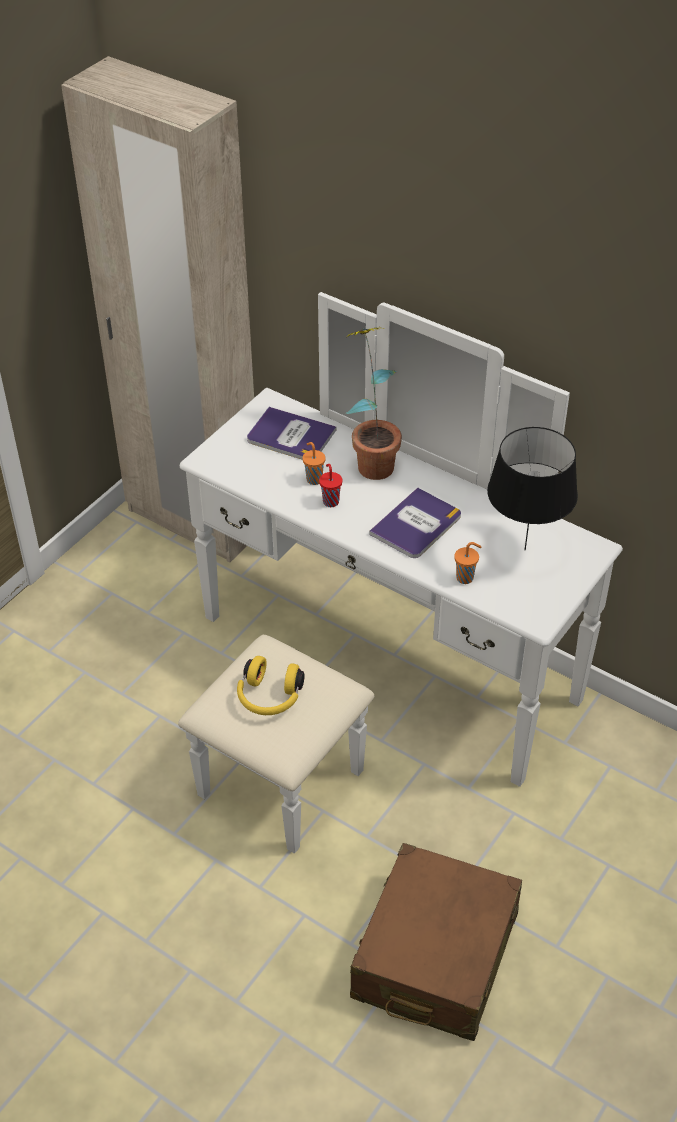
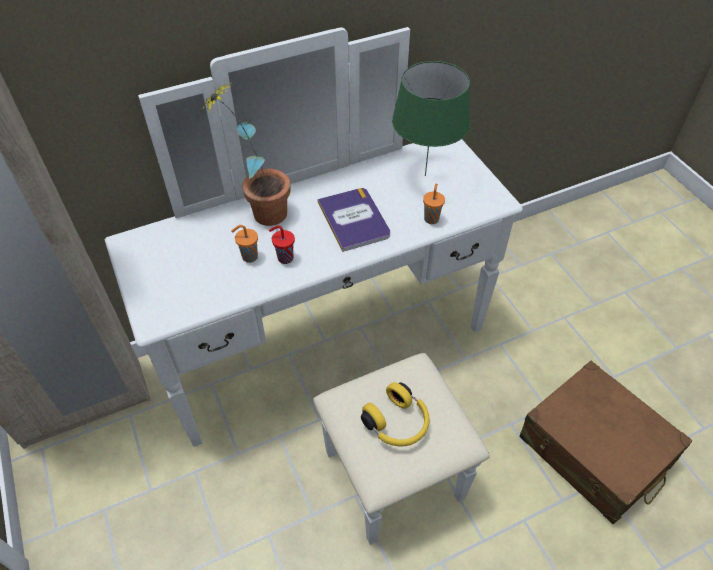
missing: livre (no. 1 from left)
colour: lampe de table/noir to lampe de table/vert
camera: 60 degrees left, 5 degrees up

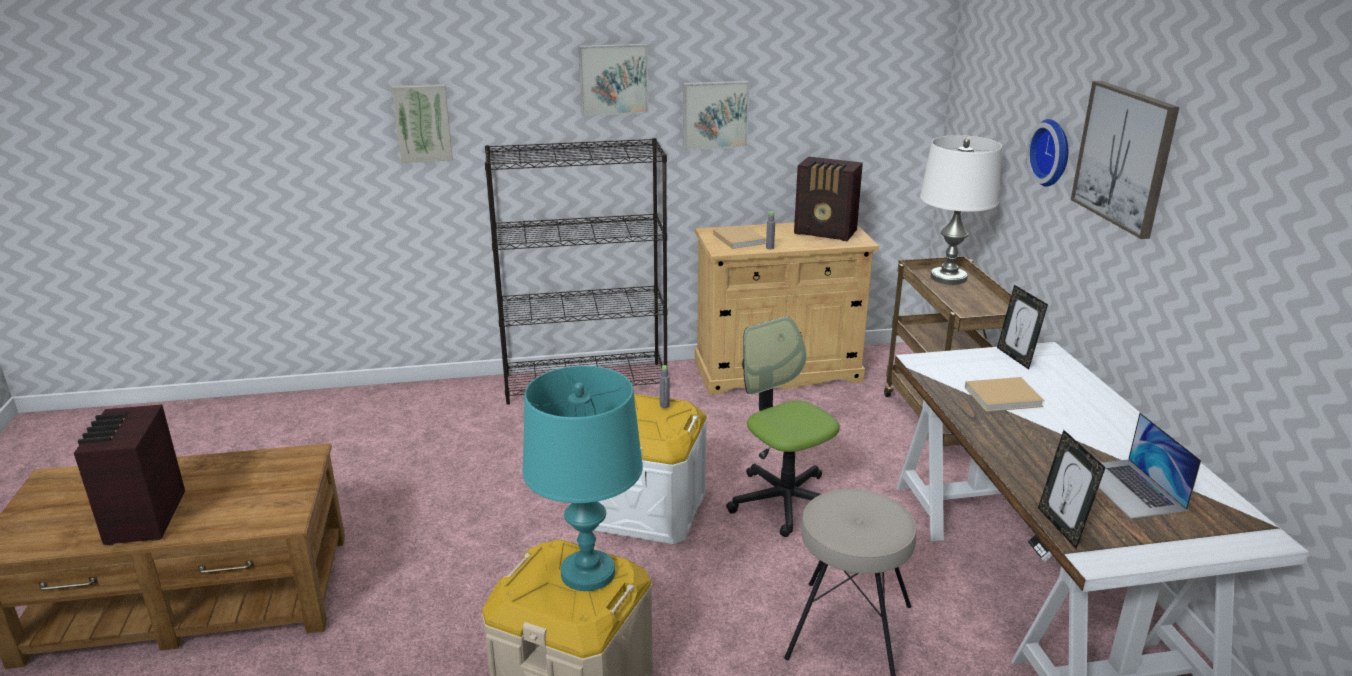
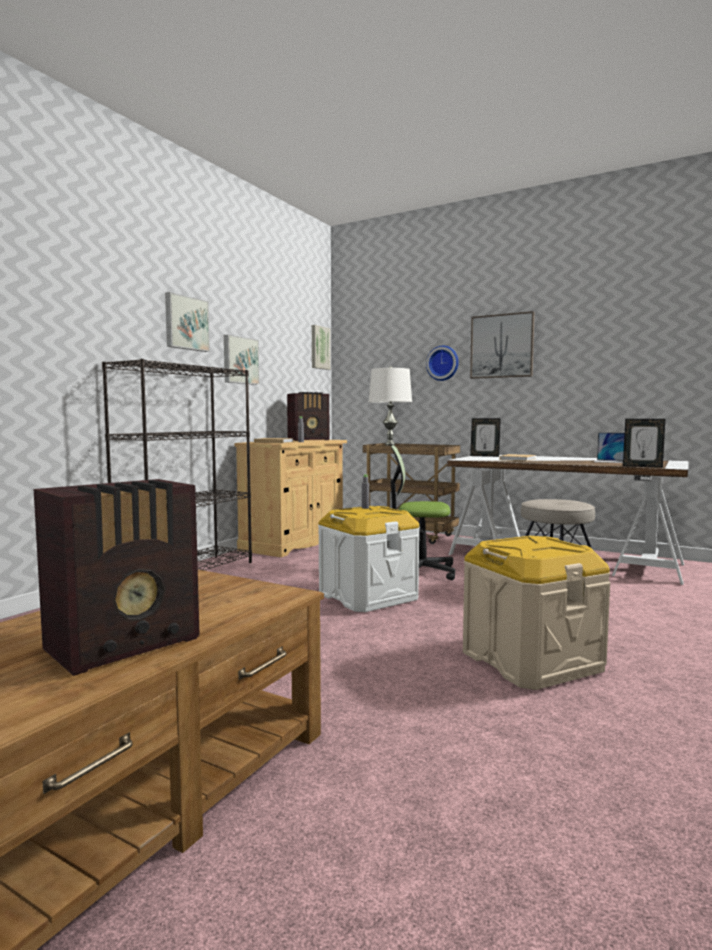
missing: lampe de table/turquoise
relocated: tableau (no. 1 from left in the first image) to tableau (no. 3 from left)
spun: radio (no. 1 from left) 75 degrees counterclockwise
camera: 50 degrees left, 20 degrees down

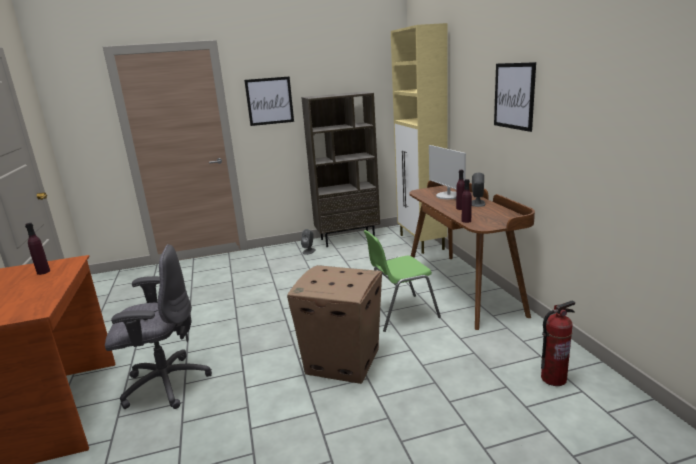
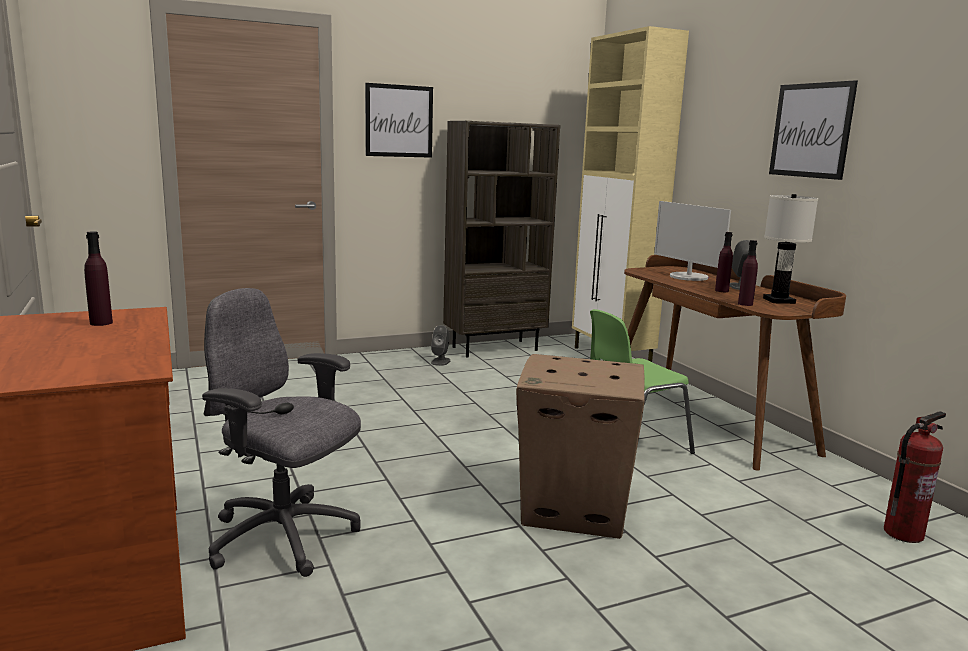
appeared: lampe de table/blanc
spun: chaise de bureau/gris 135 degrees counterclockwise
camera: 10 degrees left, 5 degrees down

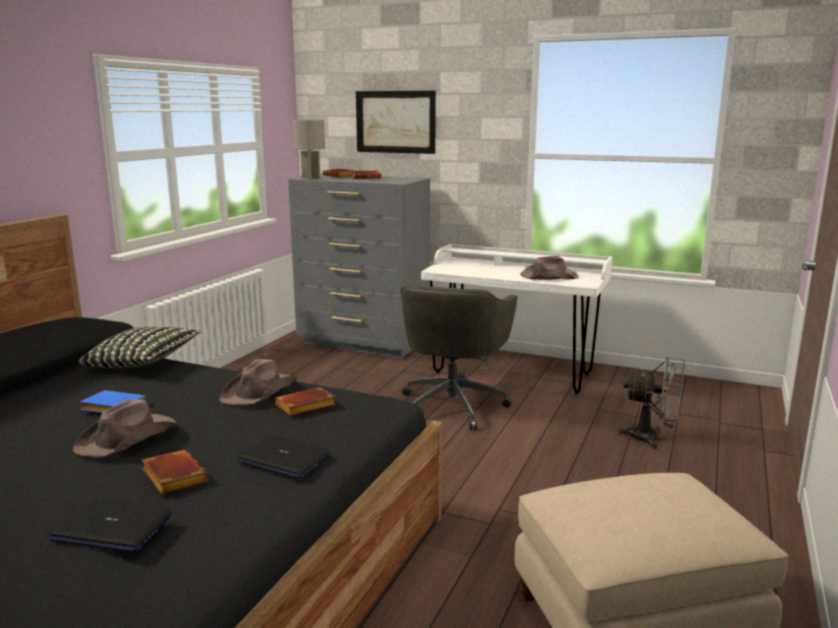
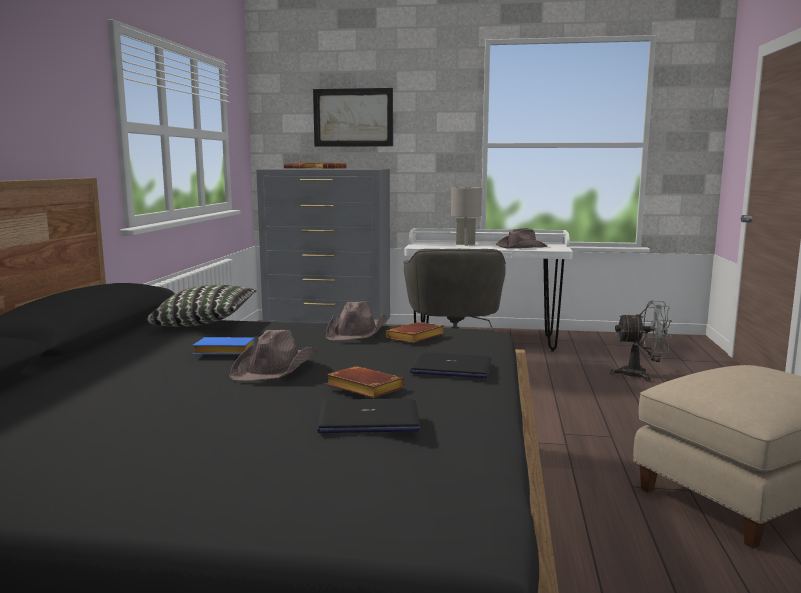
relocated: lampe de table/gris
camera: 15 degrees left, 5 degrees down

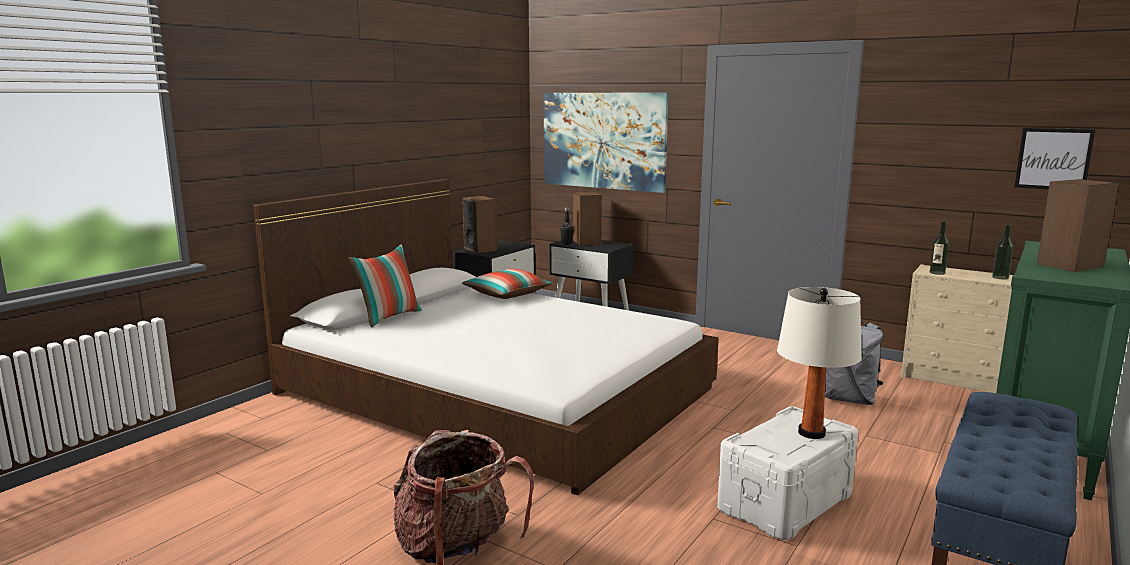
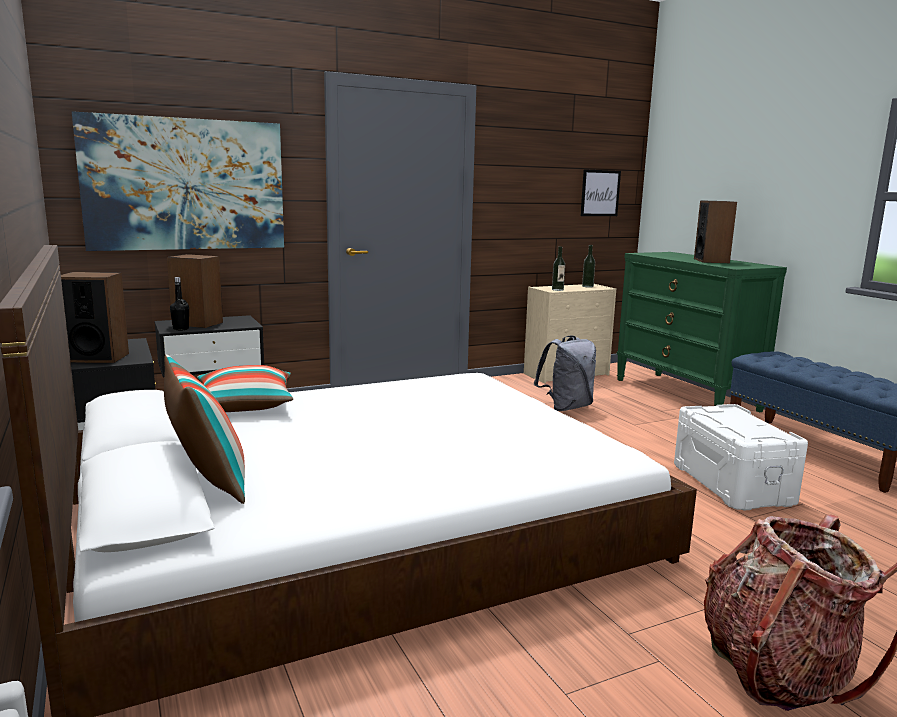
missing: lampe de table/blanc
camera: 60 degrees left, 0 degrees up

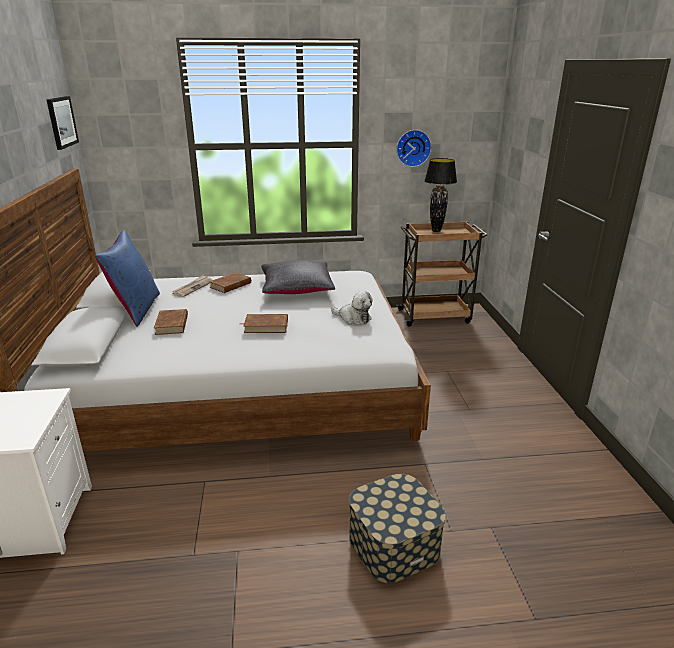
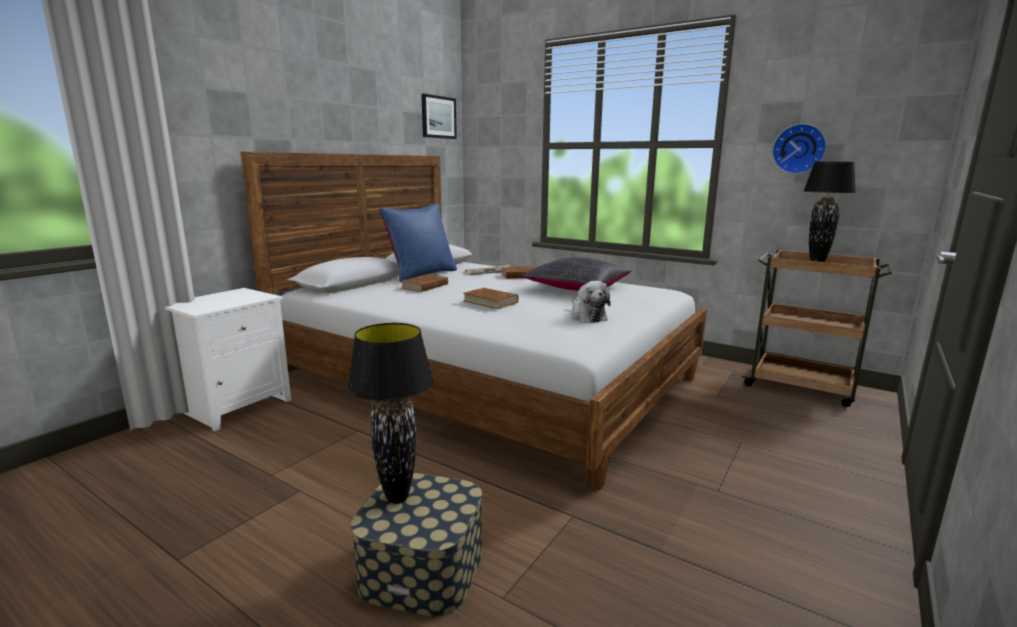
appeared: lampe de table/noir (no. 1 from left)
camera: 40 degrees right, 10 degrees down

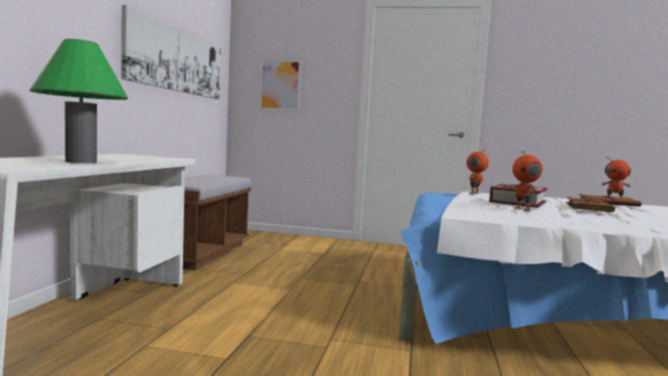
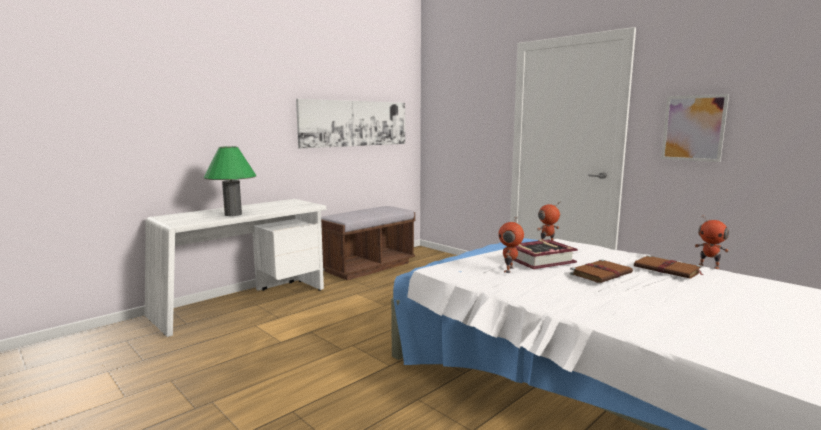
relocated: tableau (no. 2 from left)
camera: 35 degrees right, 5 degrees up

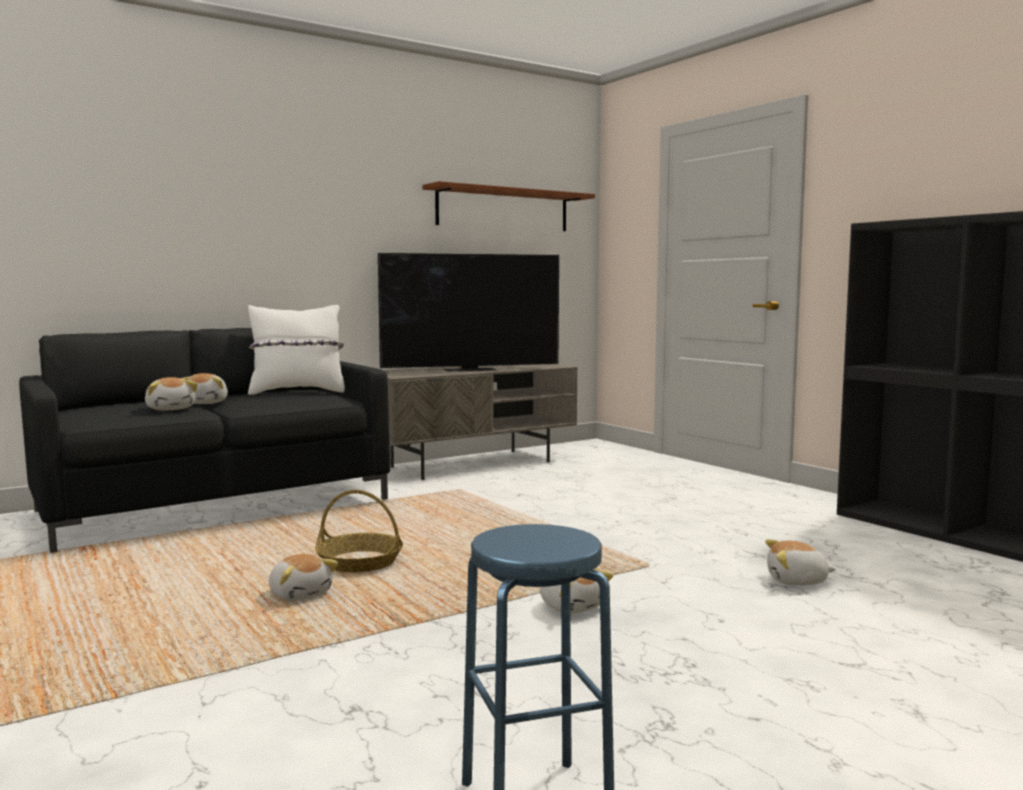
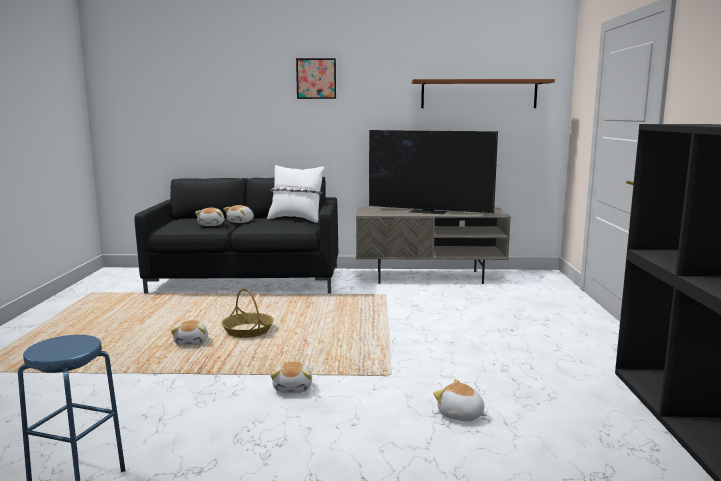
appeared: tableau
camera: 35 degrees right, 5 degrees up

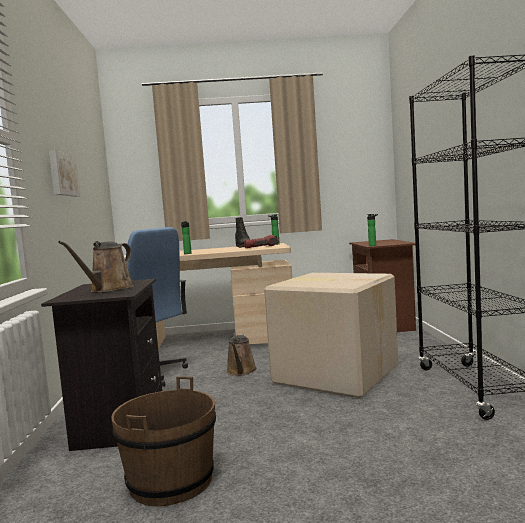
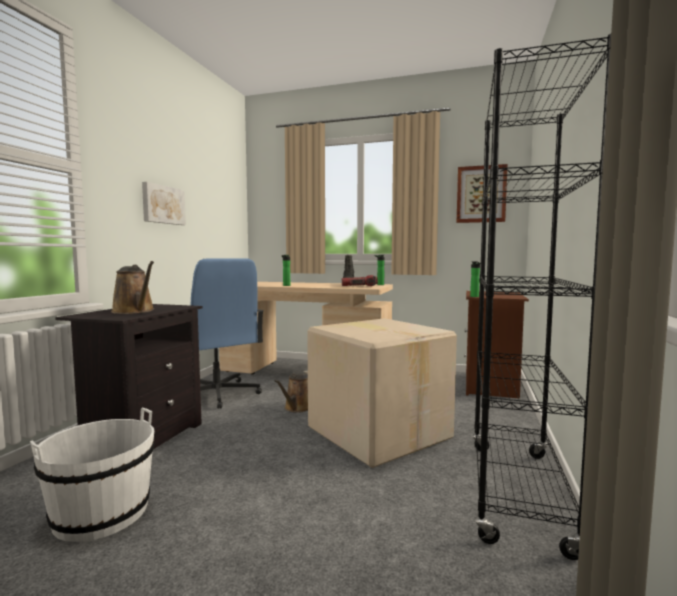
appeared: tableau (no. 2 from left)
colour: seau/marron to seau/blanc
spun: arrosoir/marron (no. 1 from left) 90 degrees counterclockwise
camera: 20 degrees right, 0 degrees up

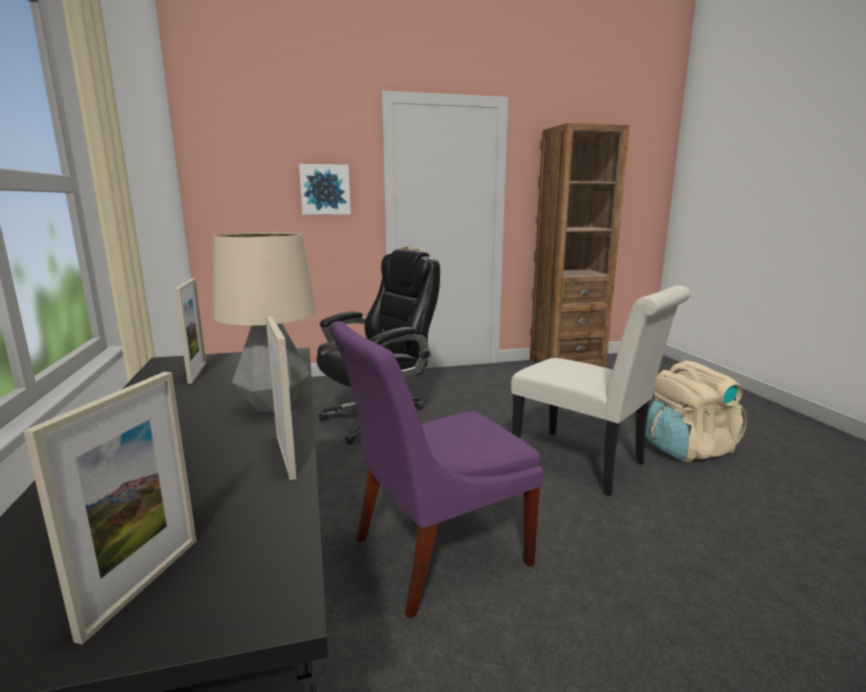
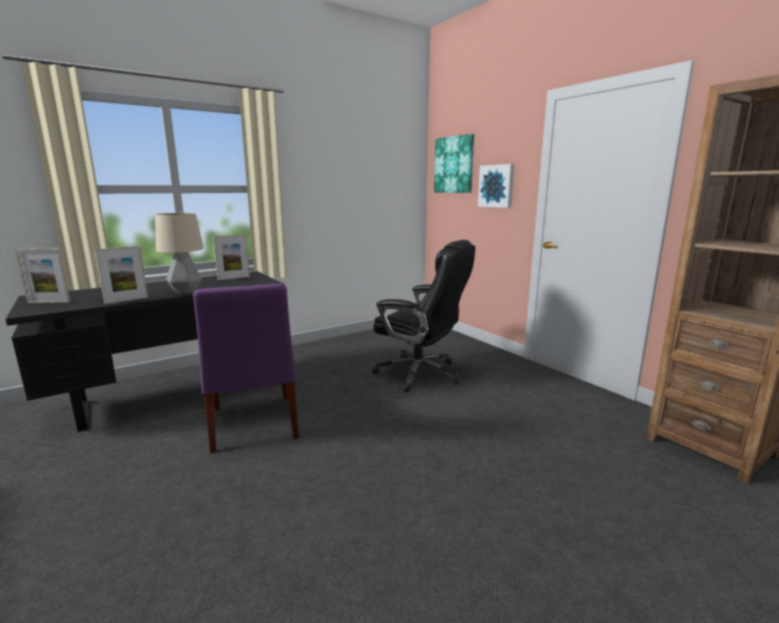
missing: chaise/blanc; sac à dos/beige
appeared: tableau (no. 1 from left)
spun: chaise/violet 150 degrees counterclockwise
camera: 70 degrees right, 0 degrees up

